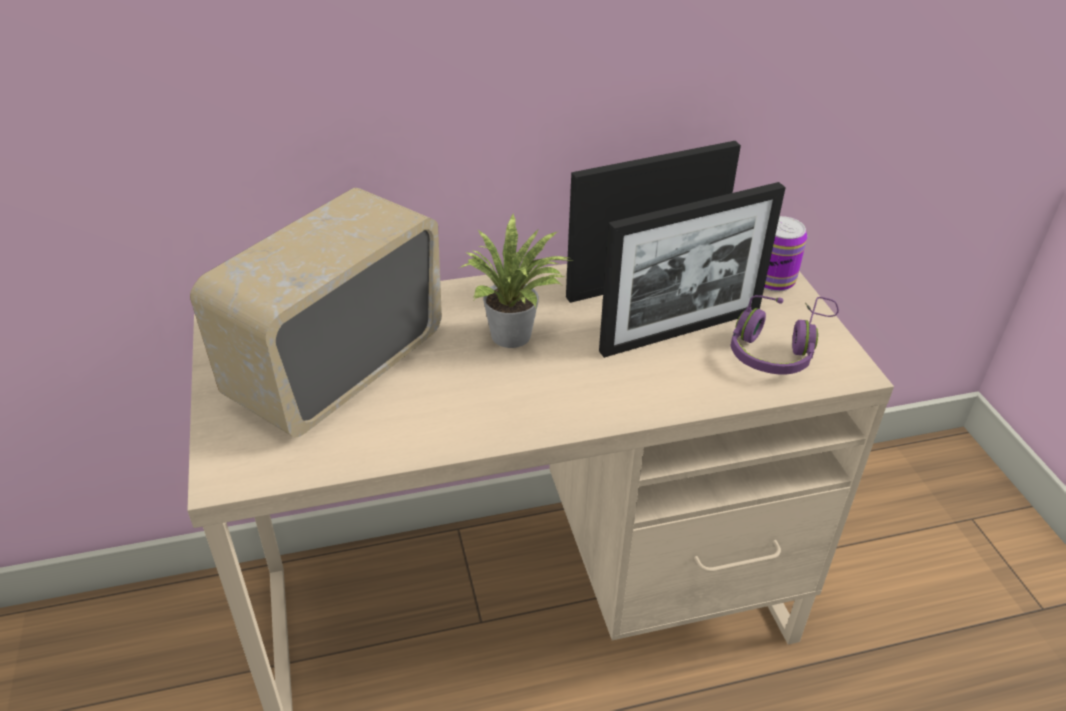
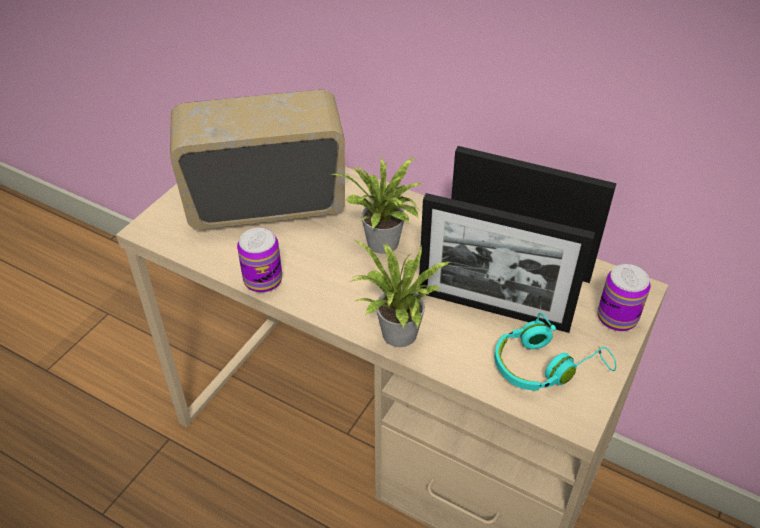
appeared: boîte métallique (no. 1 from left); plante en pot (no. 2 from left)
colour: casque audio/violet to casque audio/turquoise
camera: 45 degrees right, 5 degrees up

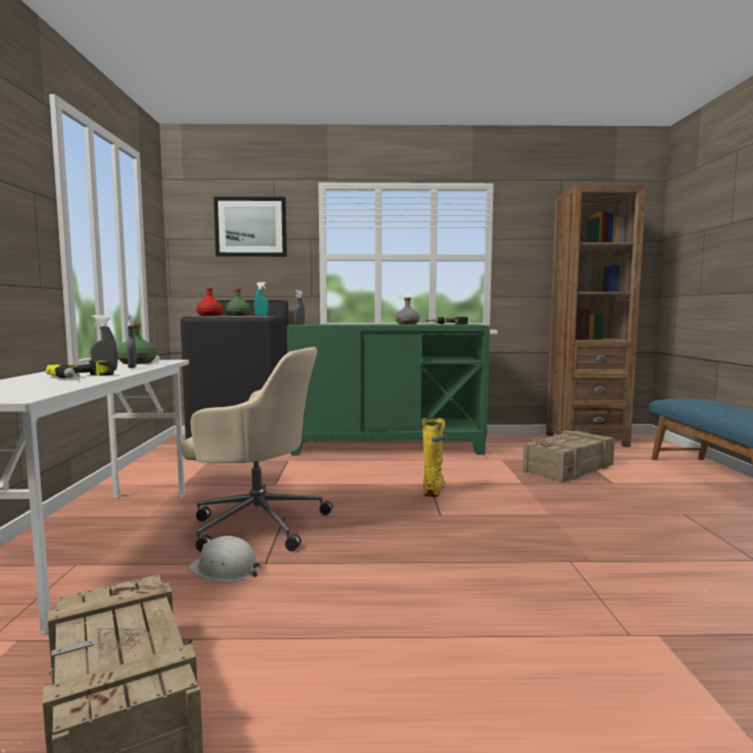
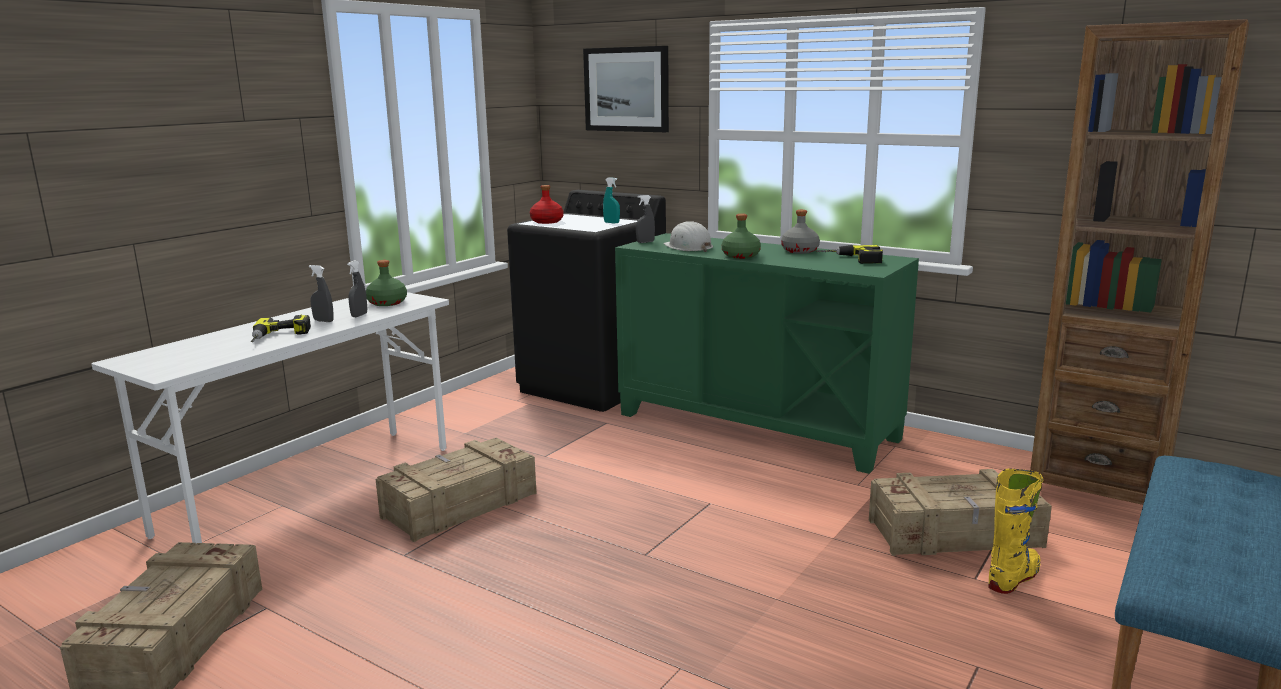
relocated: casque de chantier/blanc; bouteille/vert (no. 2 from left); botte/jaune
exchanged: chaise de bureau/beige to caisse (no. 2 from left)
camera: 35 degrees right, 10 degrees up

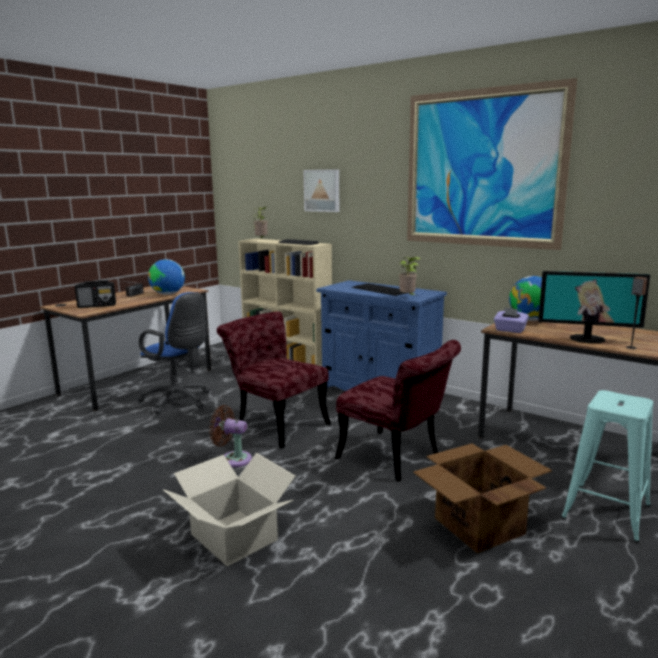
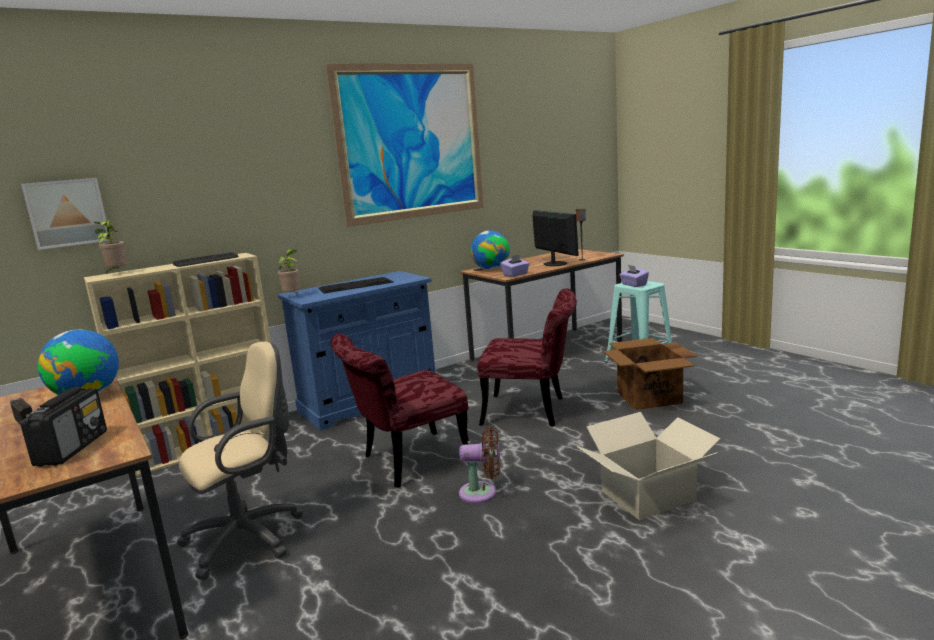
appeared: boîte à mouchoirs/violet (no. 2 from left)
relocated: tableau (no. 1 from left); plante en pot (no. 2 from left)
colour: chaise de bureau/bleu to chaise de bureau/beige
spun: ventilateur/marron 120 degrees counterclockwise; chaise/rouge (no. 2 from left) 45 degrees clockwise; écran d'ordinateur 60 degrees counterclockwise
camera: 70 degrees left, 0 degrees up

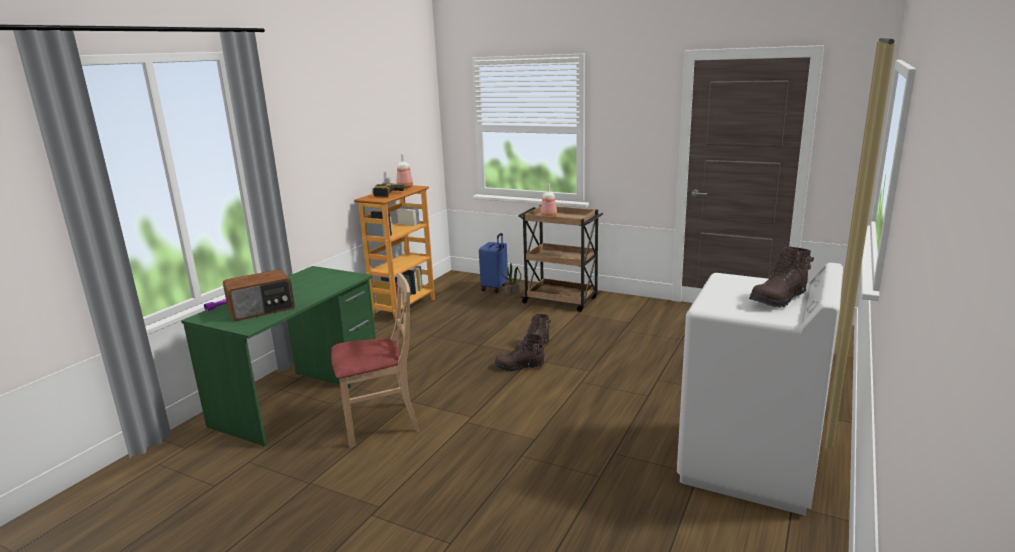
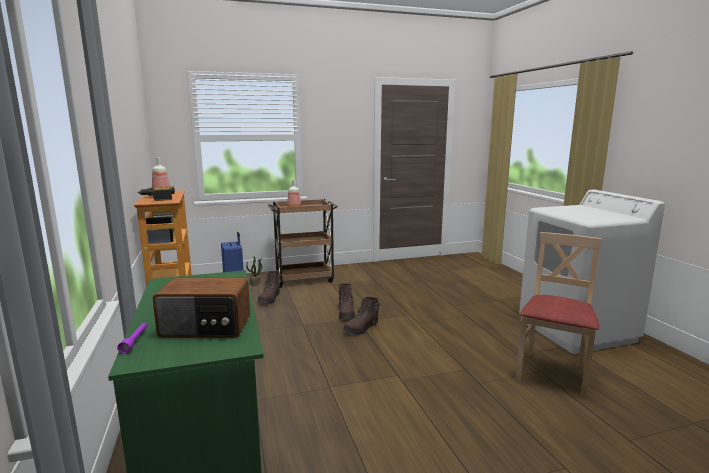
relocated: chaise/beige; botte/marron (no. 3 from left in the first image) to botte/marron (no. 1 from left)
spun: radio 75 degrees clockwise
camera: 45 degrees left, 5 degrees down

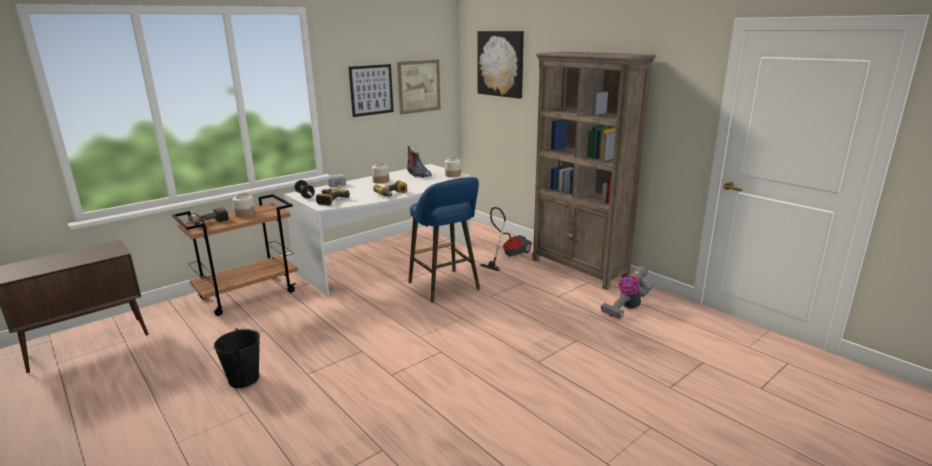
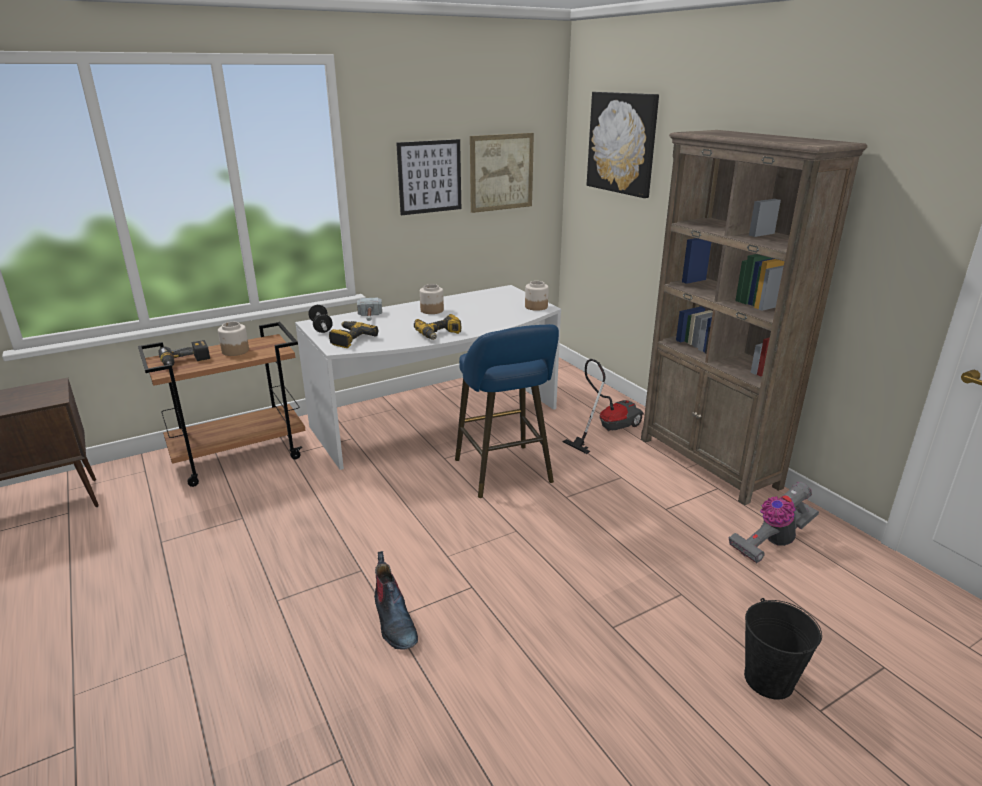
relocated: seau/noir; botte
camera: 10 degrees right, 5 degrees up

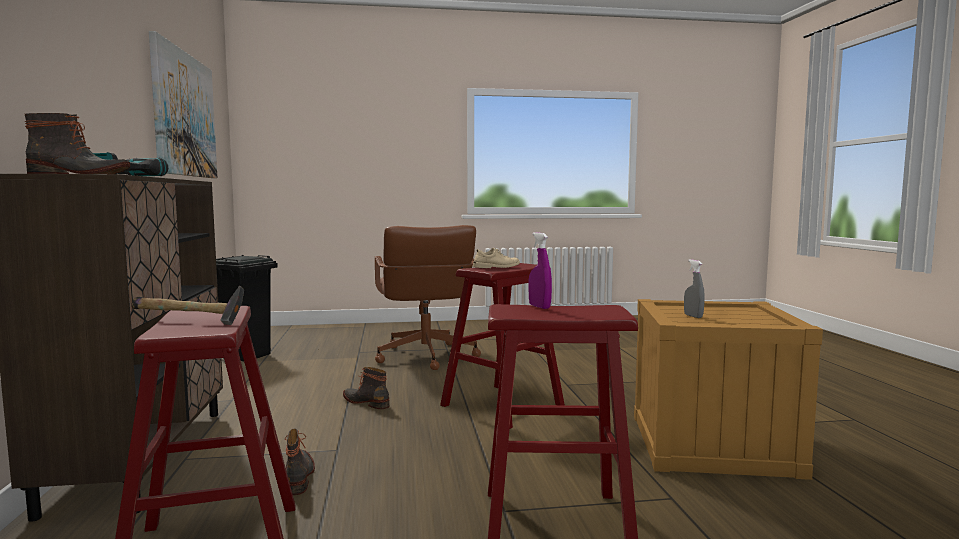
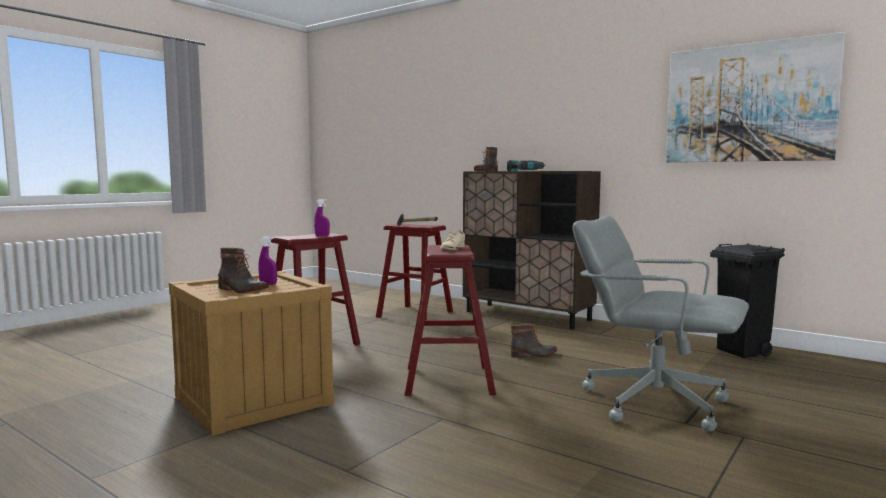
relocated: botte (no. 2 from left in the first image) to botte (no. 1 from left)
colour: chaise de bureau/marron to chaise de bureau/gris; vaporisateur/gris to vaporisateur/violet (no. 1 from left)
camera: 135 degrees right, 0 degrees up

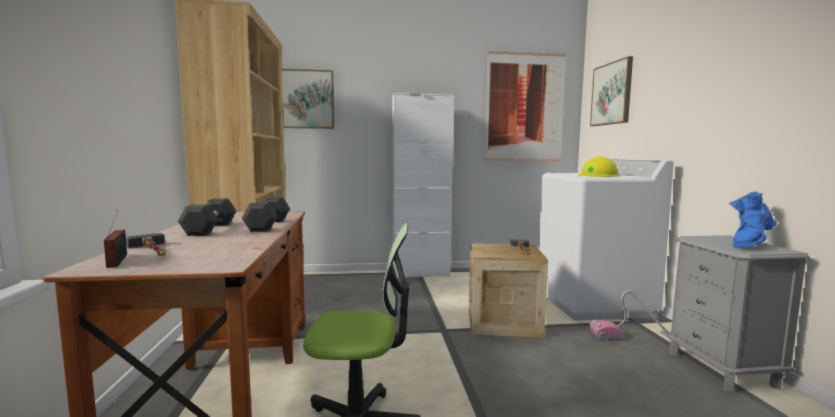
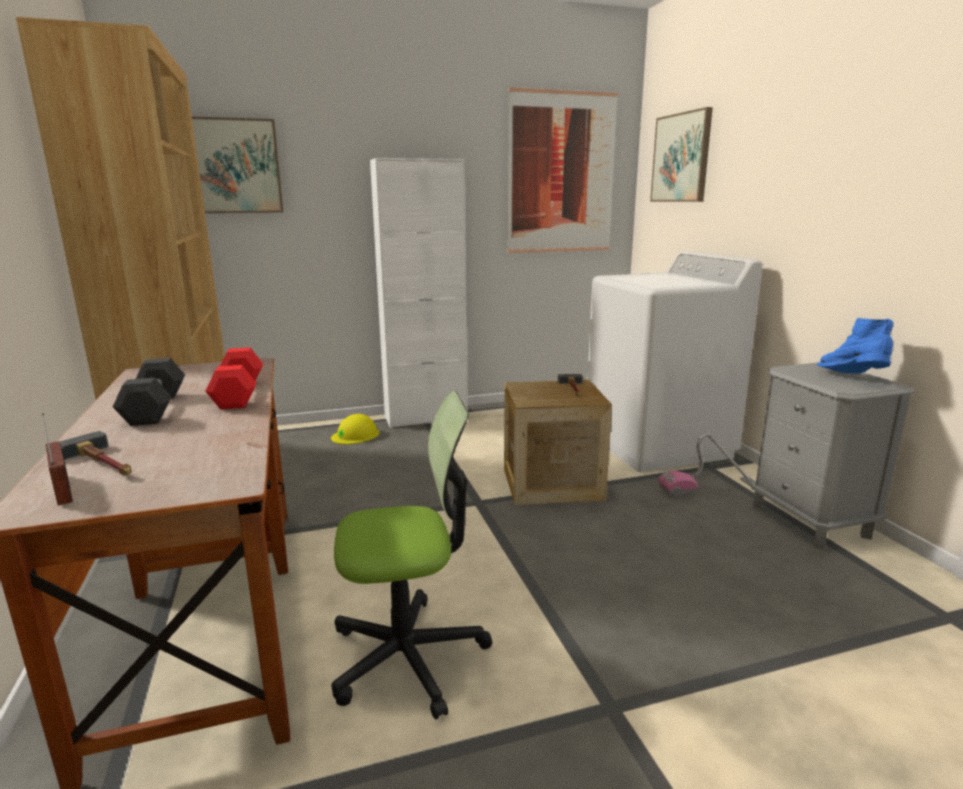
relocated: casque de chantier/jaune
colour: haltère/gris (no. 2 from left) to haltère/rouge
spun: botte/bleu 120 degrees clockwise
camera: 10 degrees left, 10 degrees up

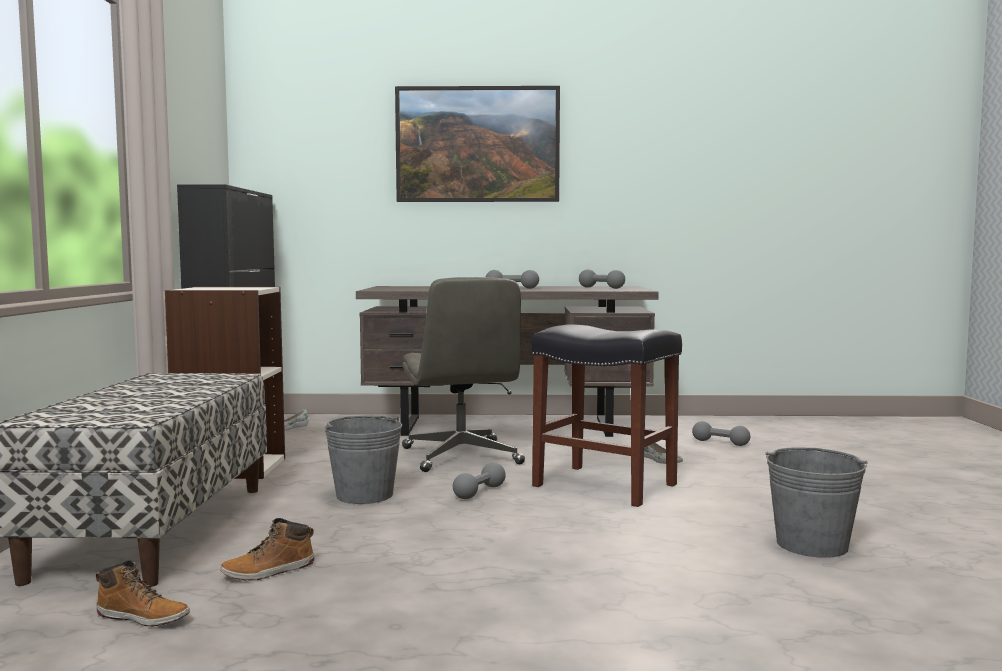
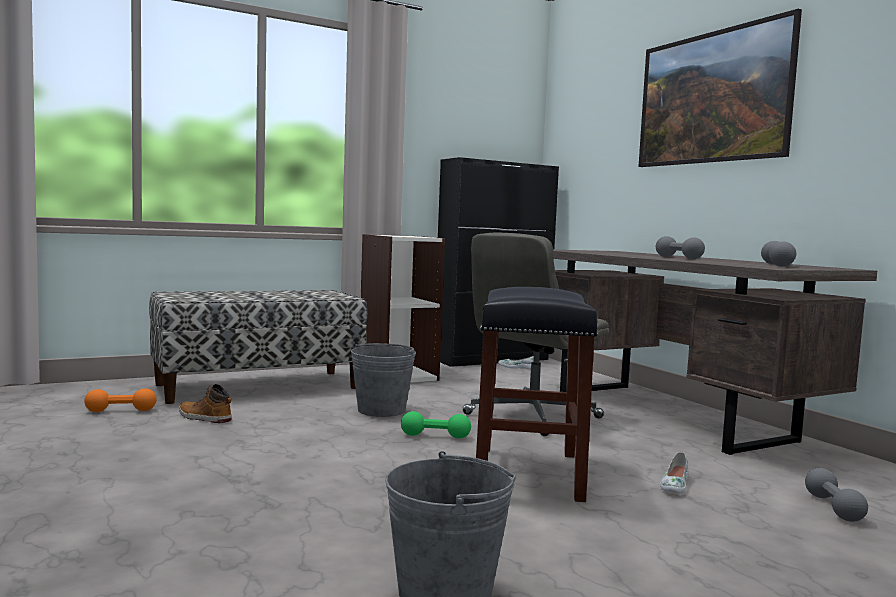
exchanged: botte (no. 1 from left) to haltère/orange
colour: haltère/gris (no. 1 from left) to haltère/vert
camera: 60 degrees right, 0 degrees up

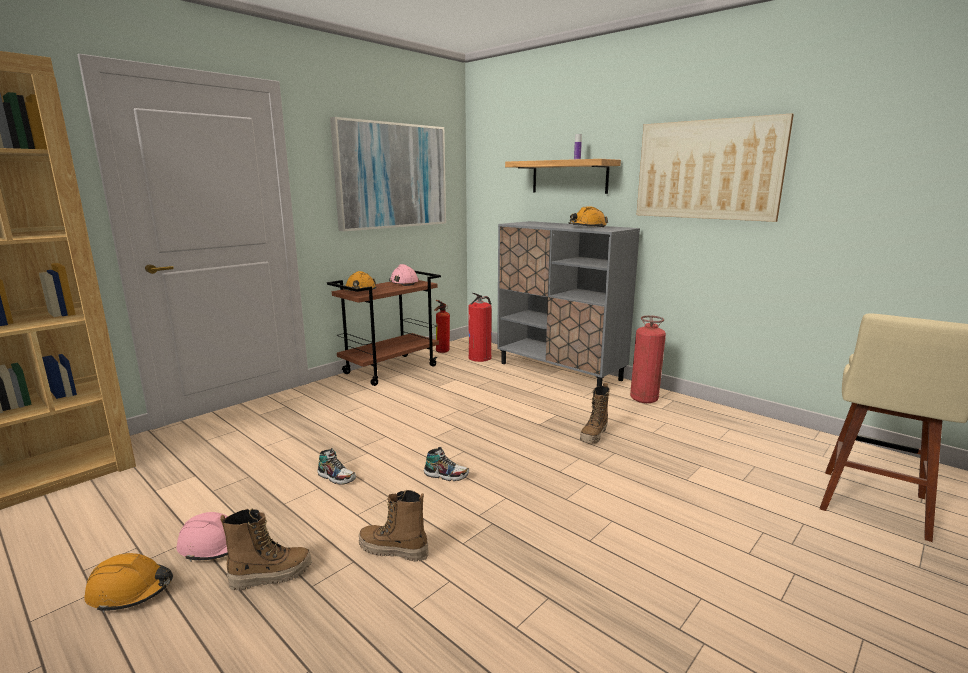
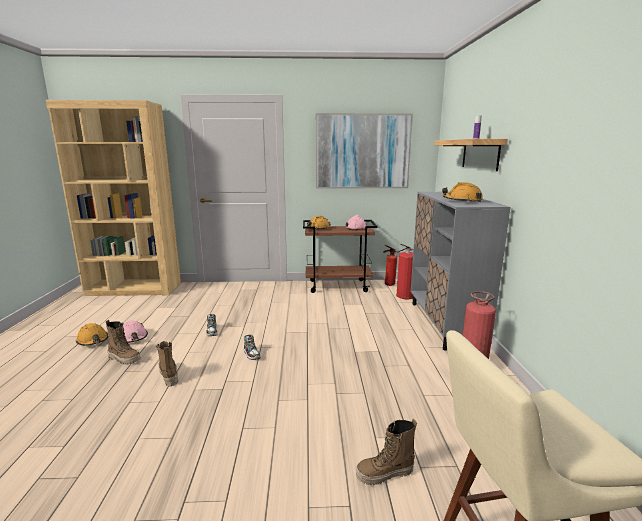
missing: tableau (no. 2 from left)
relocated: botte (no. 3 from left)
camera: 45 degrees right, 0 degrees up

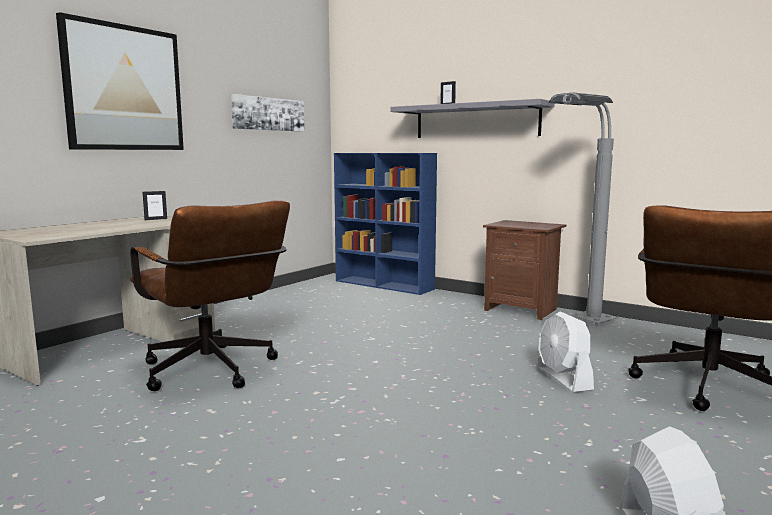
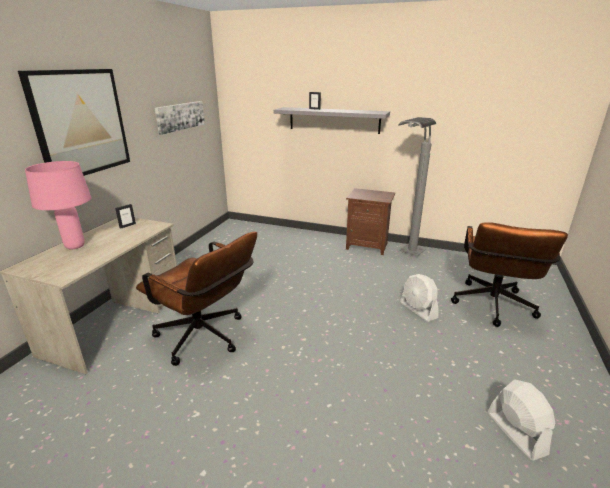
missing: bibliothèque/bleu
appeared: lampe de table/rose
camera: 15 degrees left, 15 degrees up

